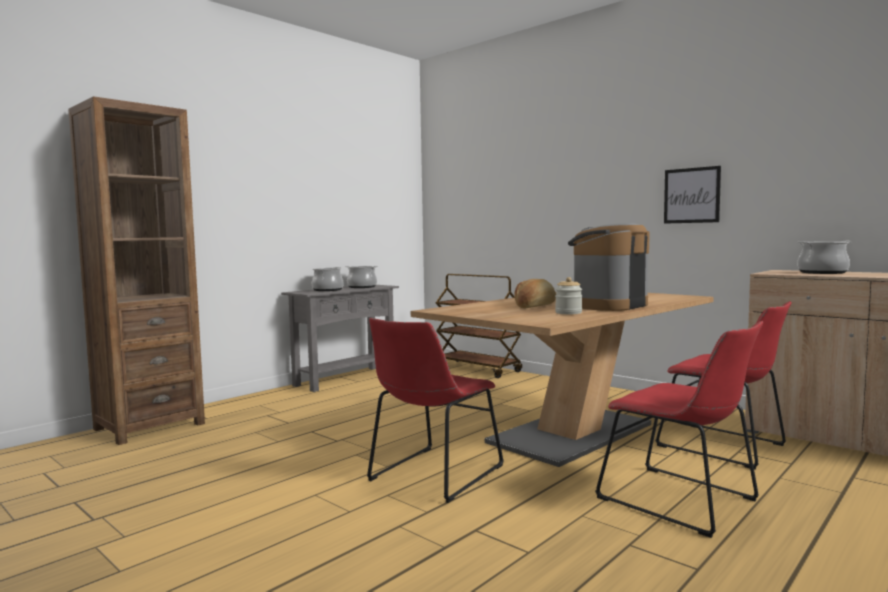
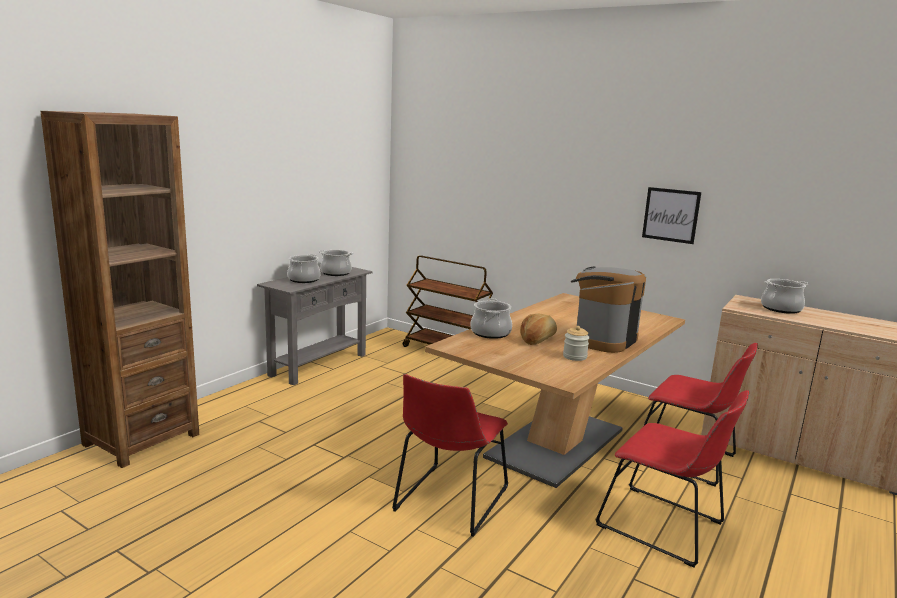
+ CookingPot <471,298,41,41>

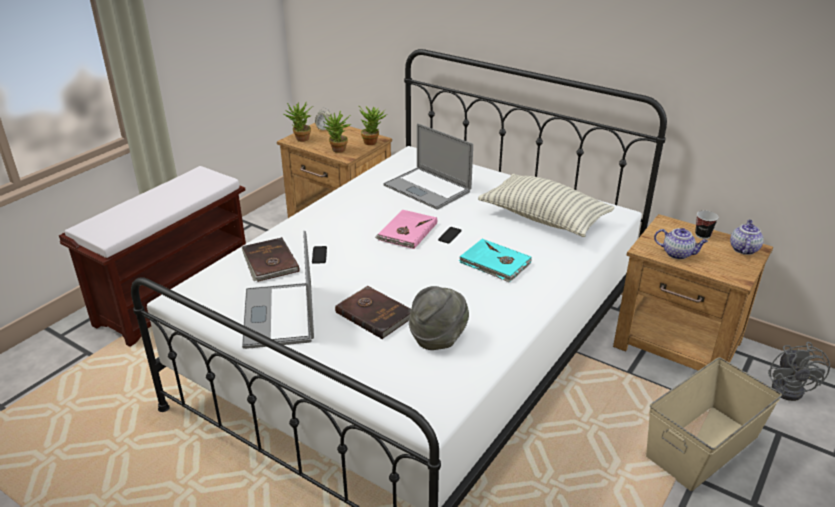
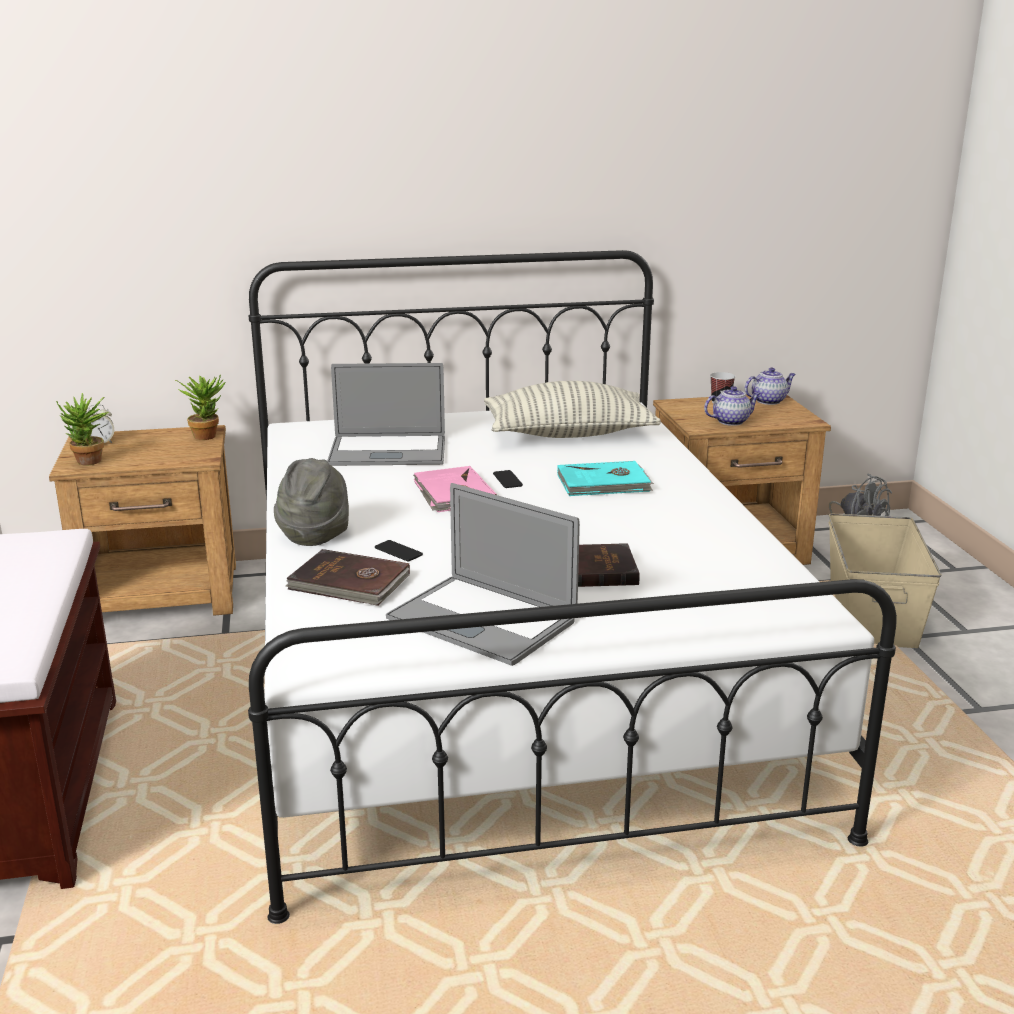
- PottedPlant <323,110,28,43>
~ Teapot <730,219,34,36> = <745,367,51,38> 90 degrees clockwise
~ GreyHat <409,286,60,64> to <274,458,75,88>

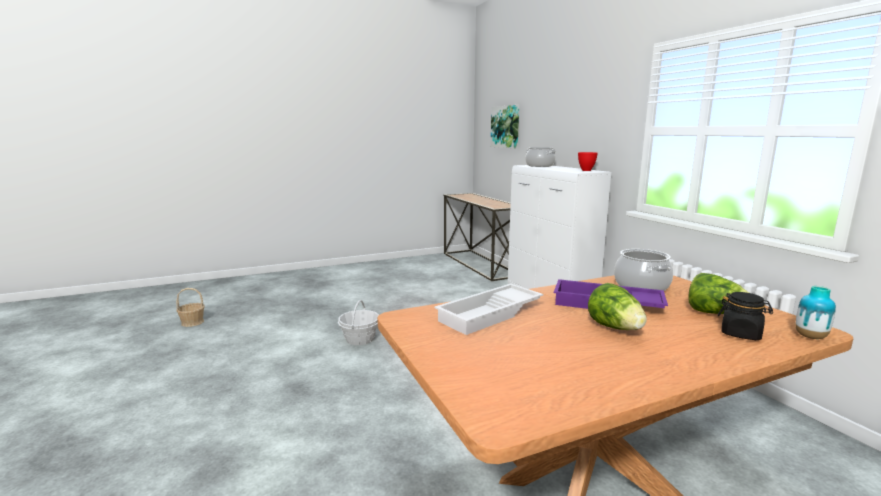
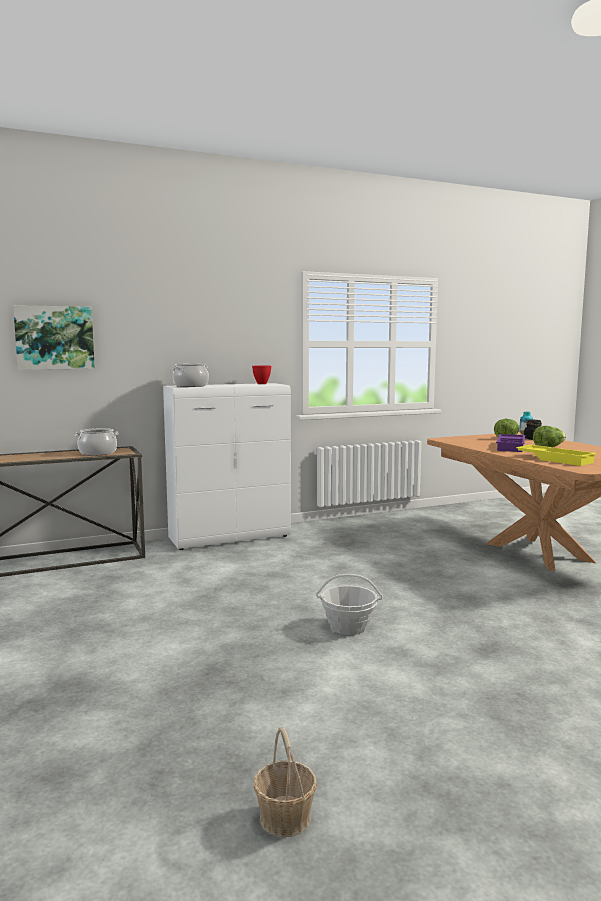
~ CookingPot <614,249,59,42> to <75,428,44,28>
~ WhiteTray <435,283,108,52> to YellowTray <516,445,81,21>

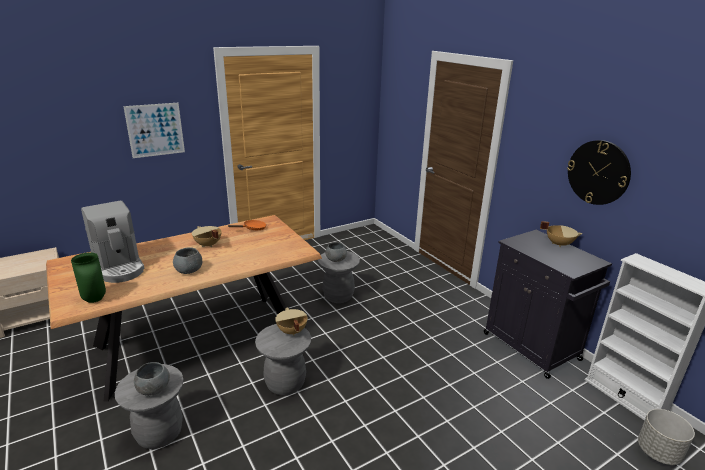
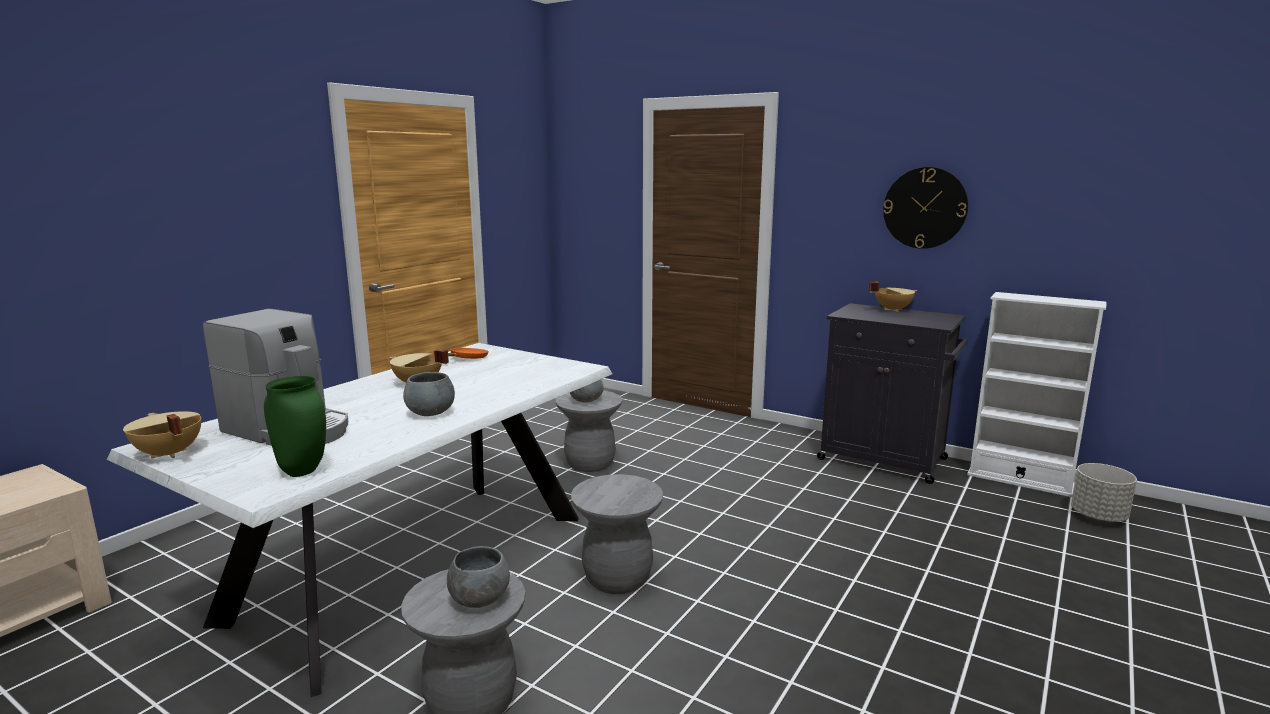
- Picture <123,103,62,55>
~ BrownDiningTable <46,215,276,187> to WhiteDiningTable <107,343,505,354>
~ BeigeCookingPot <275,307,33,29> to <123,411,78,48>

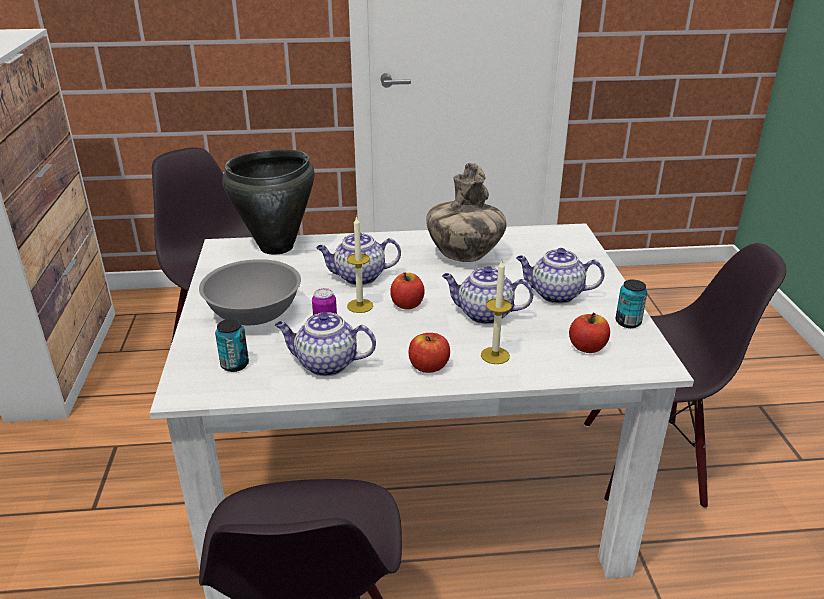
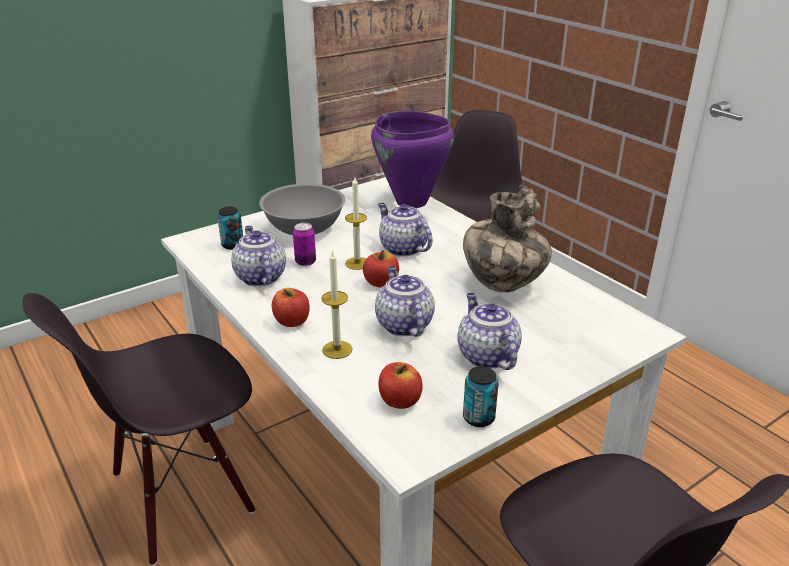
~ BlackCookingPot <222,150,93,105> to PurpleCookingPot <371,111,83,97>

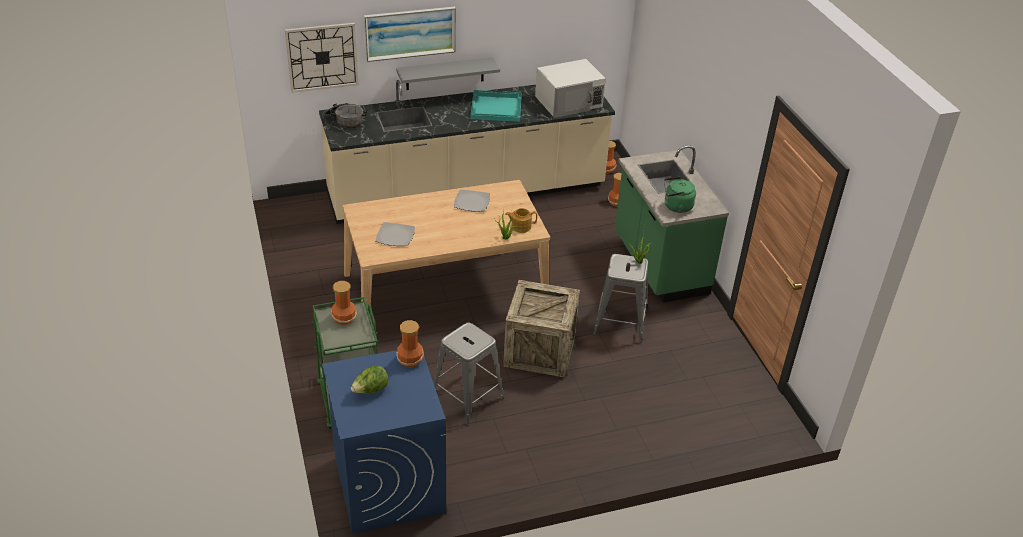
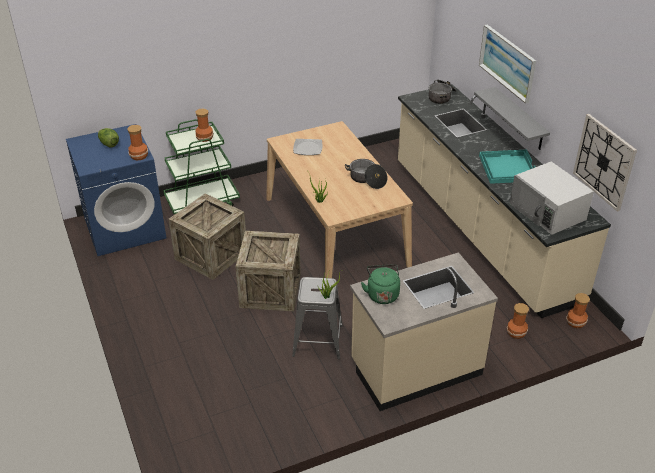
~ WallClock <285,23,74,70> to <573,114,64,98>
~ GreenCounter <615,145,114,158> to BeigeCounter <350,252,148,159>
~ Plate <454,189,36,22> to CookingPot <345,159,43,30>
- Teapot <505,208,32,25>
~ GreyStool <434,322,71,103> to Crate <168,193,78,87>

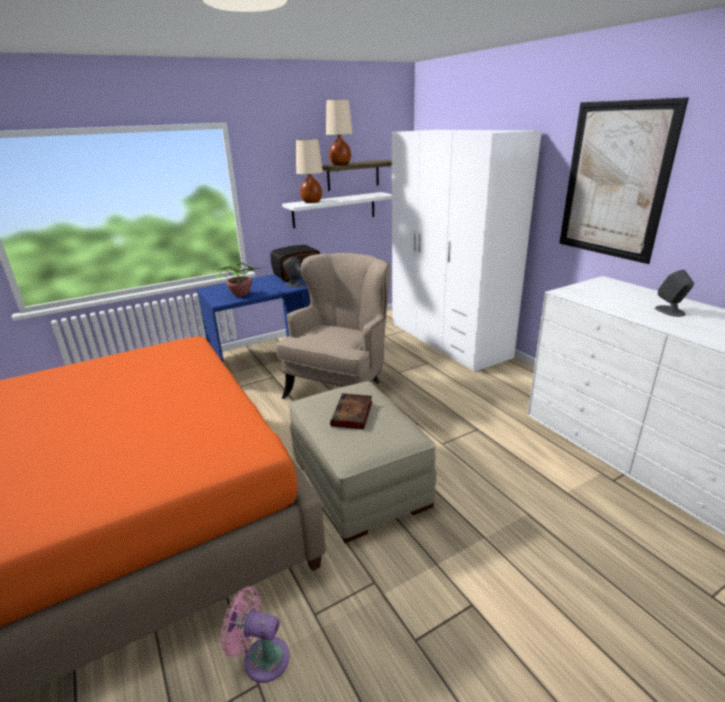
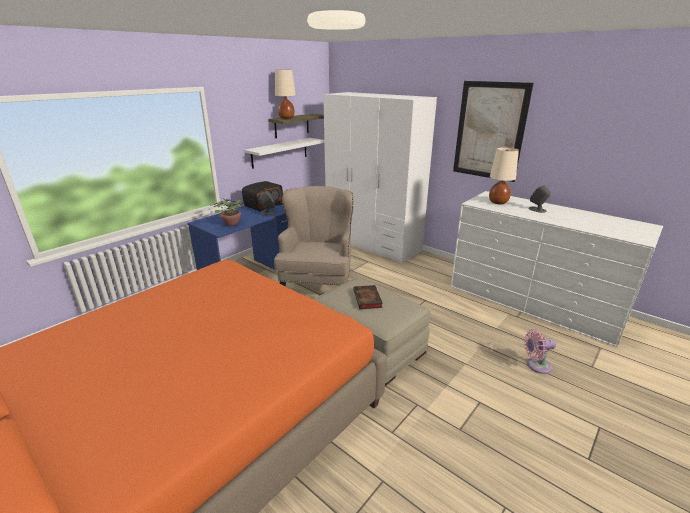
~ BeigeTableLamp <296,139,27,64> to <489,147,30,57>
~ PinkFan <220,587,69,96> to <524,329,32,45>

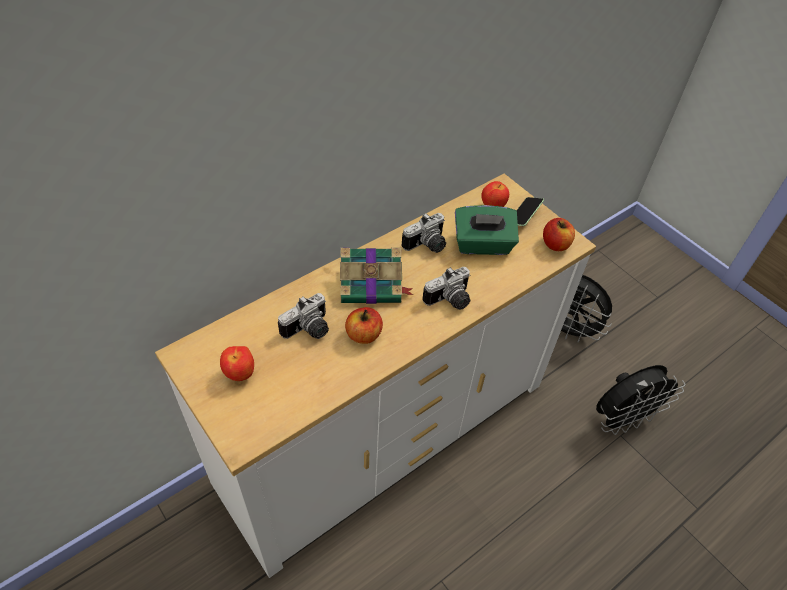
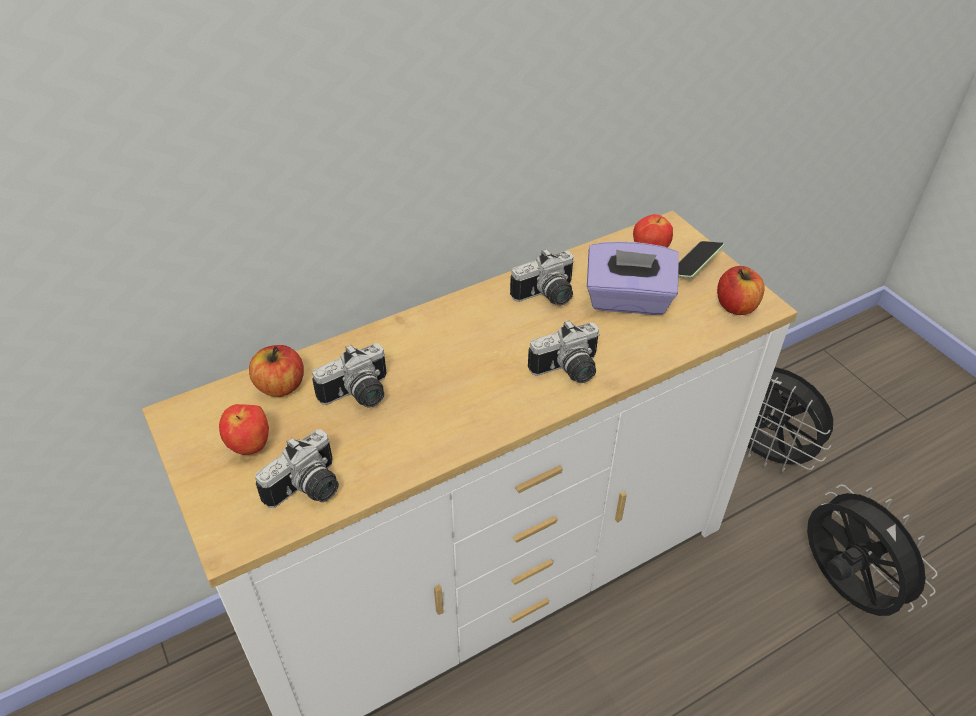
~ GreenTissueBox <455,205,64,50> to PurpleTissueBox <587,242,92,73>
- Book <340,248,73,56>
~ Apple <345,307,38,37> to <249,345,55,52>
~ BlackFan <596,365,89,70> = <807,484,131,132> 105 degrees counterclockwise
+ PhotoCamera <255,430,84,78>

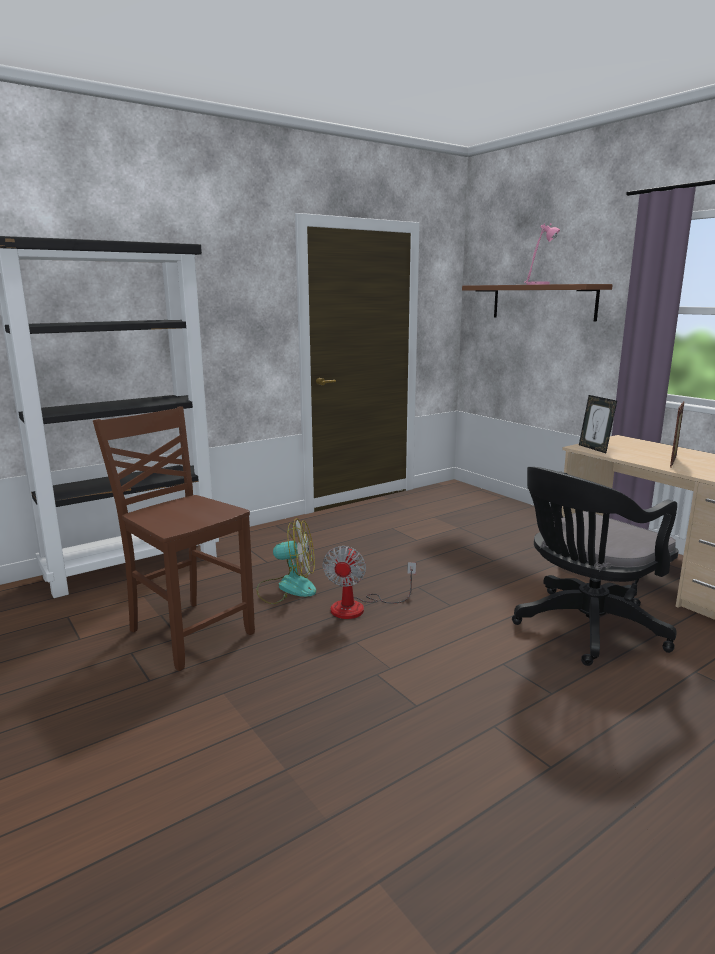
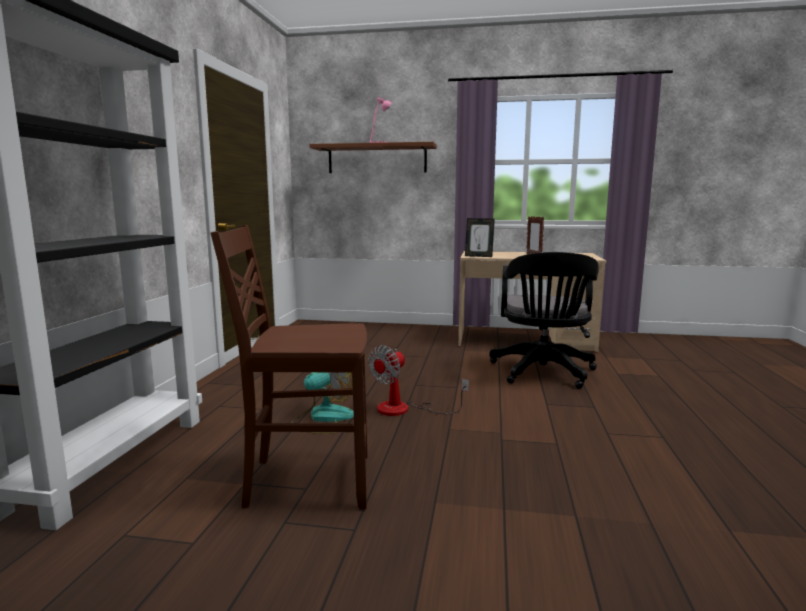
~ Fan <323,546,93,73> = <368,345,101,71> 75 degrees clockwise

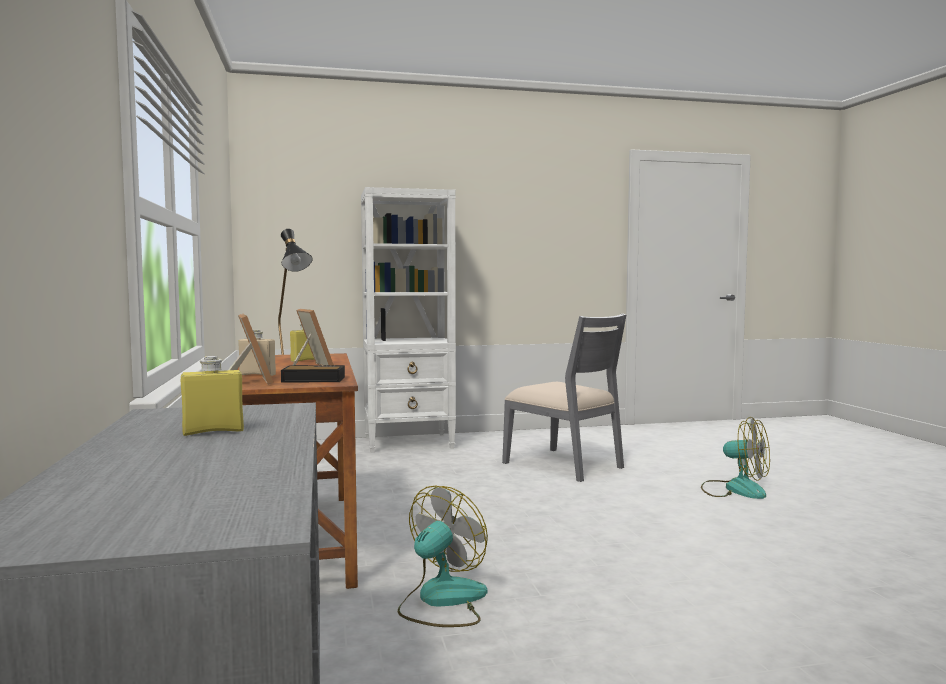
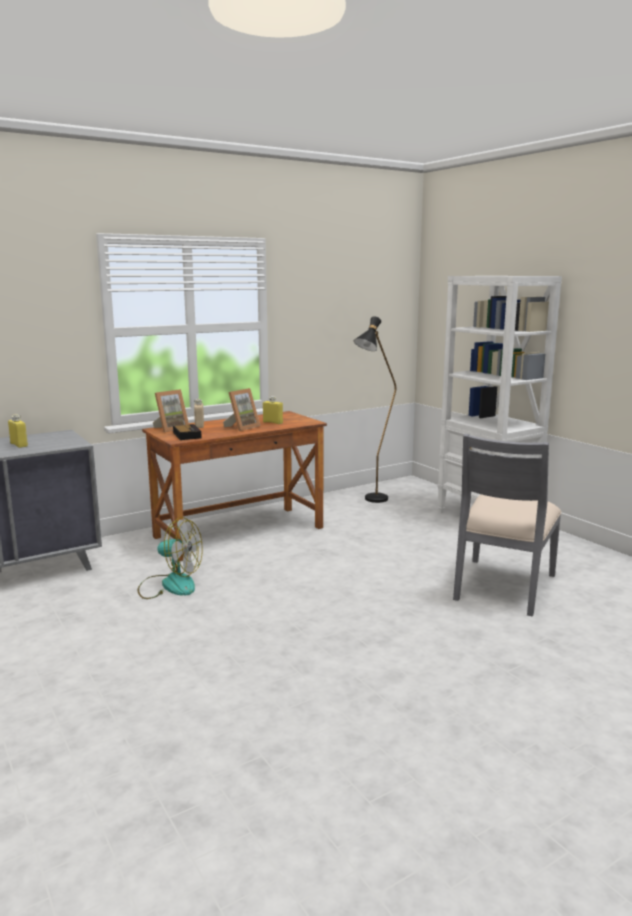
- Fan <701,417,69,82>

